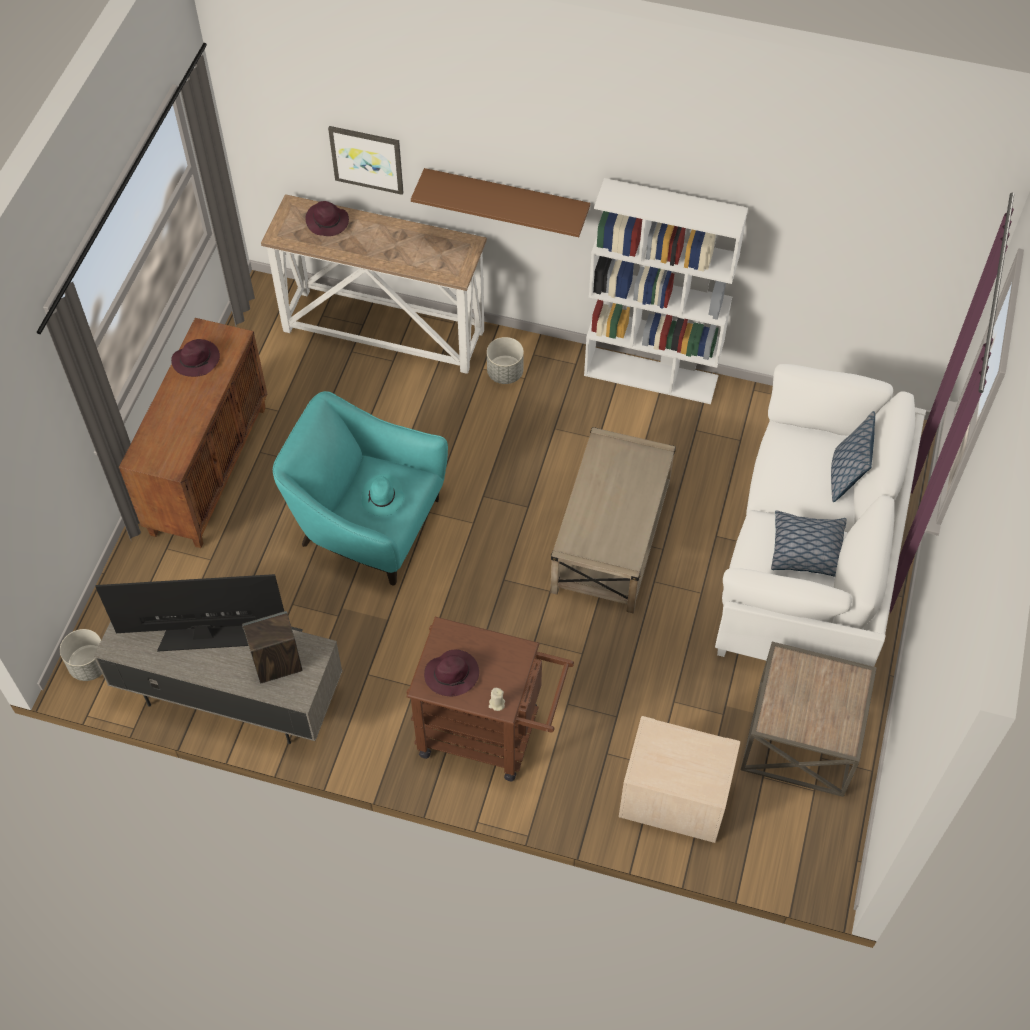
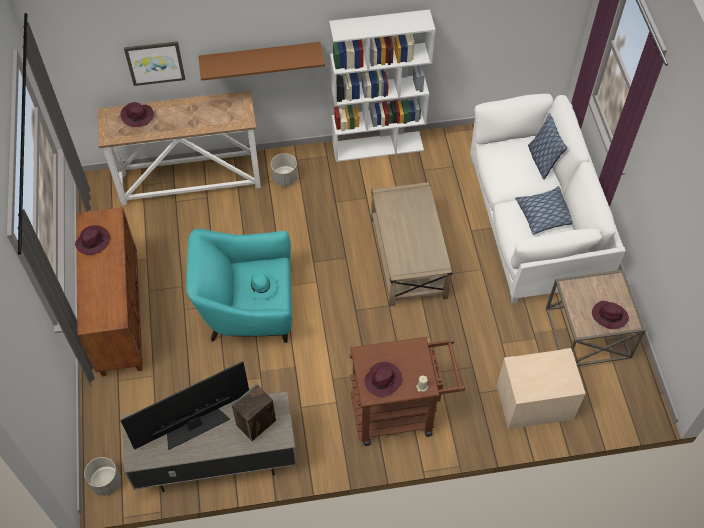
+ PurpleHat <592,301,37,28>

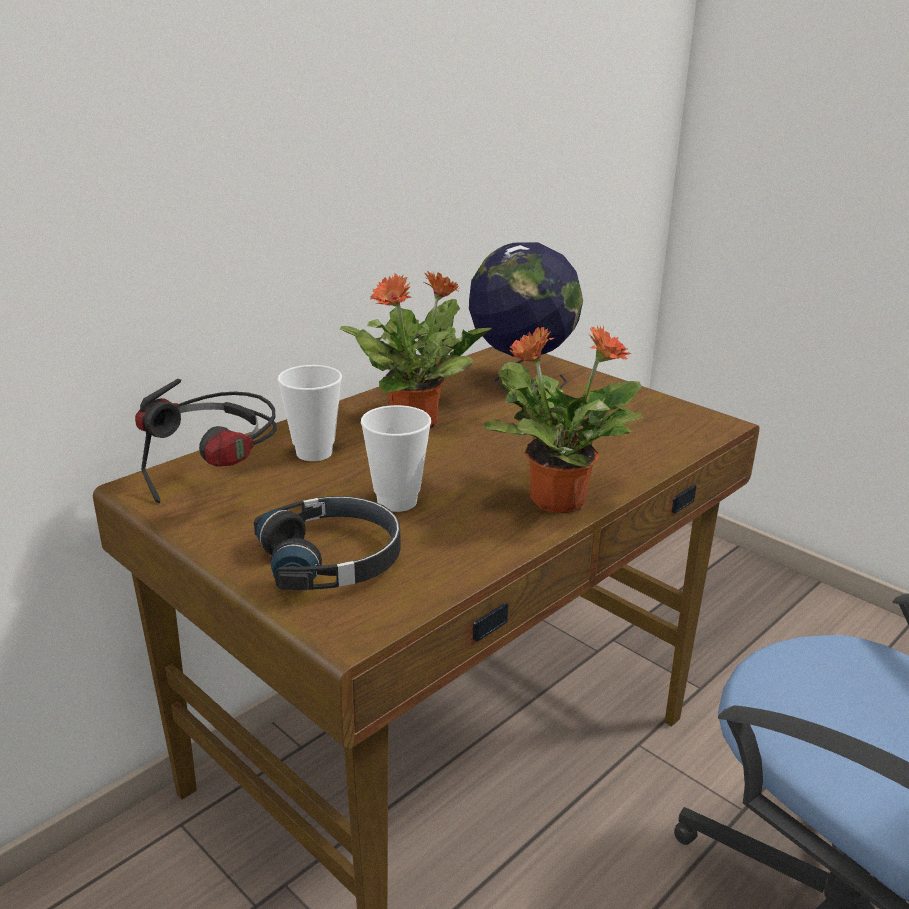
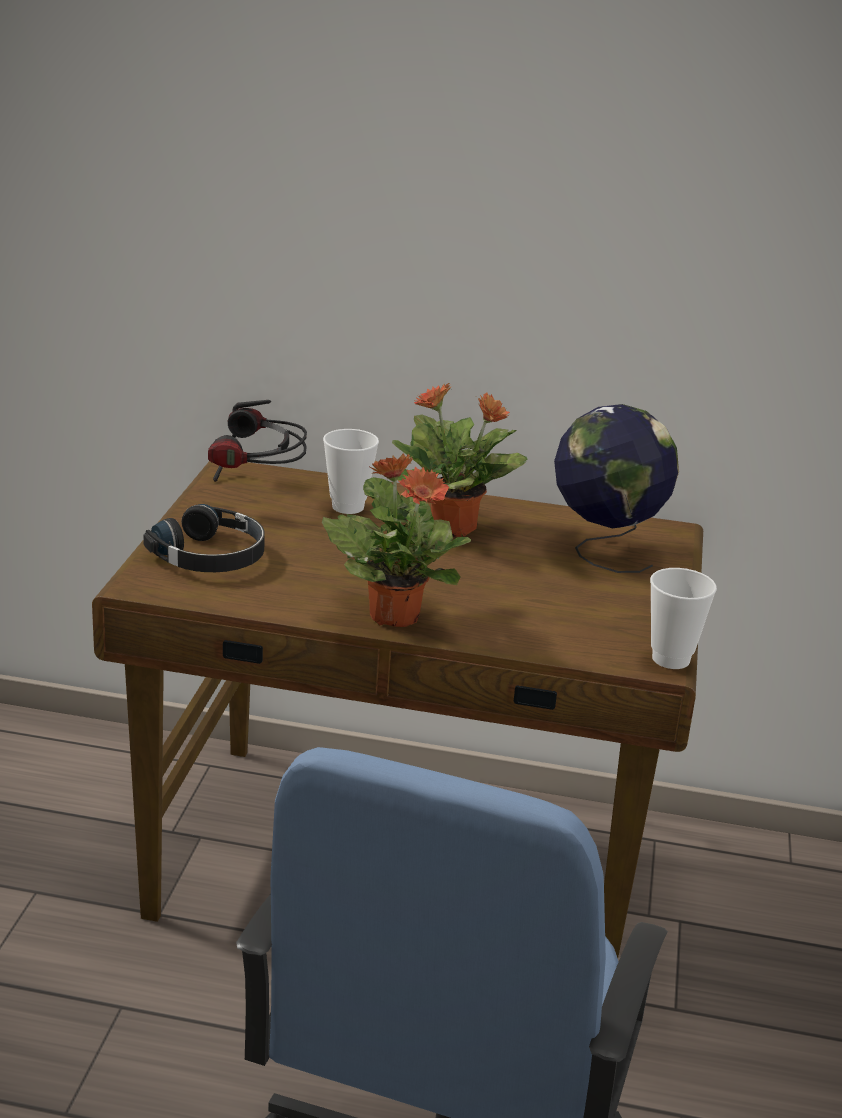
~ Cup <361,405,70,107> to <650,568,67,101>

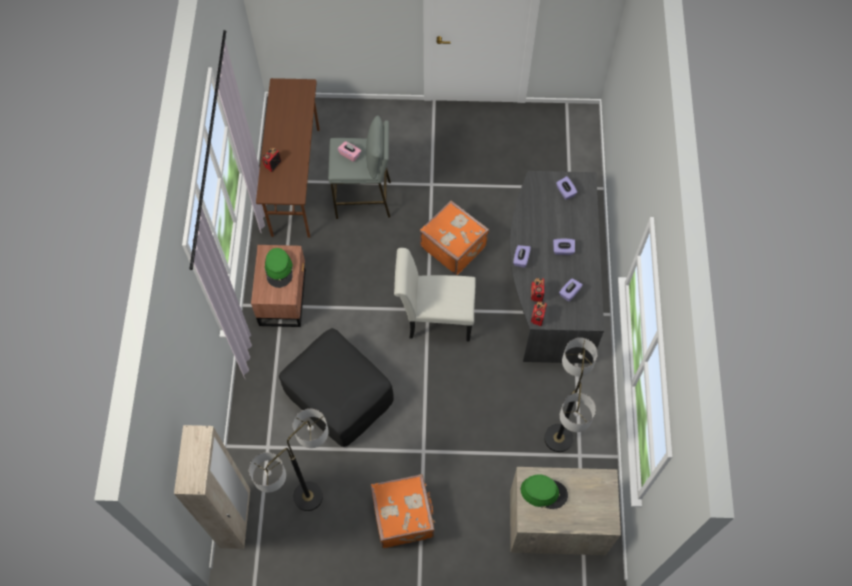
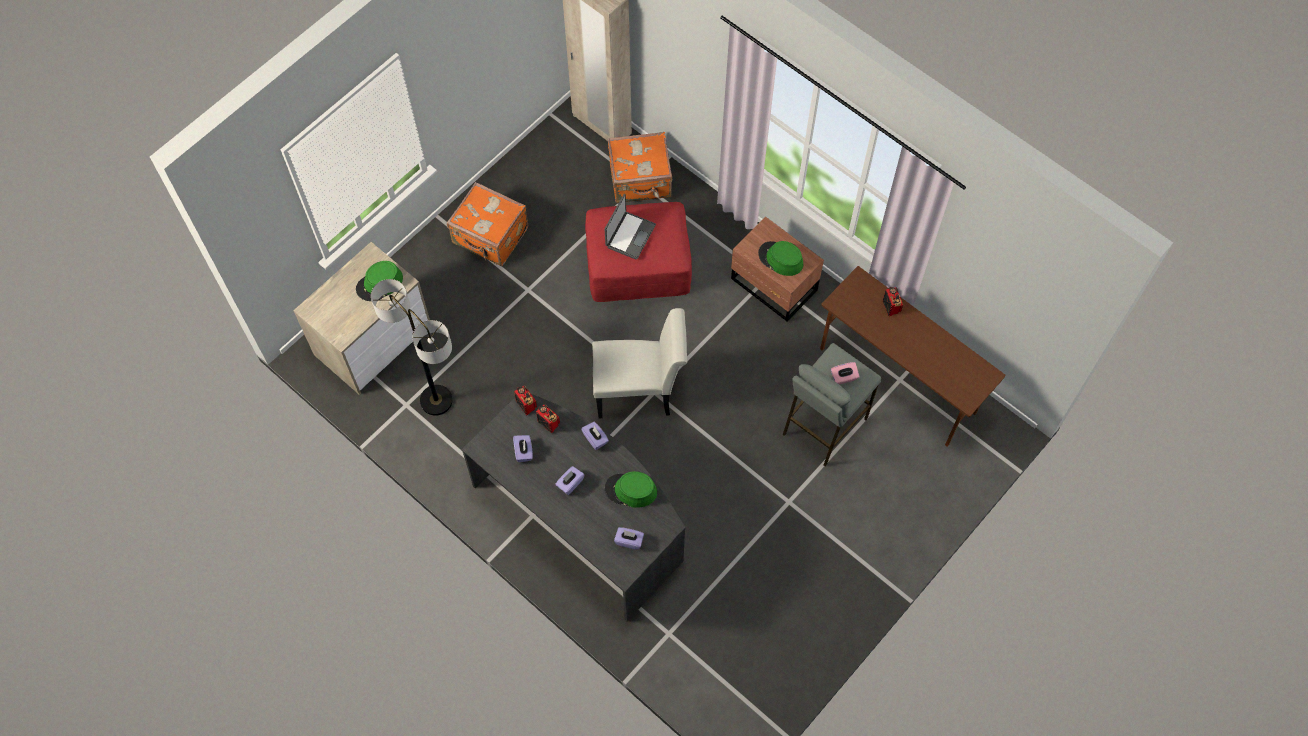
~ OrangeSuitcase <420,200,69,75> to <608,132,64,71>
~ WhiteChair <394,248,82,93> = <592,308,95,110> 45 degrees clockwise
~ BlackOttoman <279,328,115,119> to RedOttoman <585,202,107,100>
- FloorLamp <249,409,80,102>
+ Laptop <605,194,51,66>
+ GreenHat <604,471,53,37>

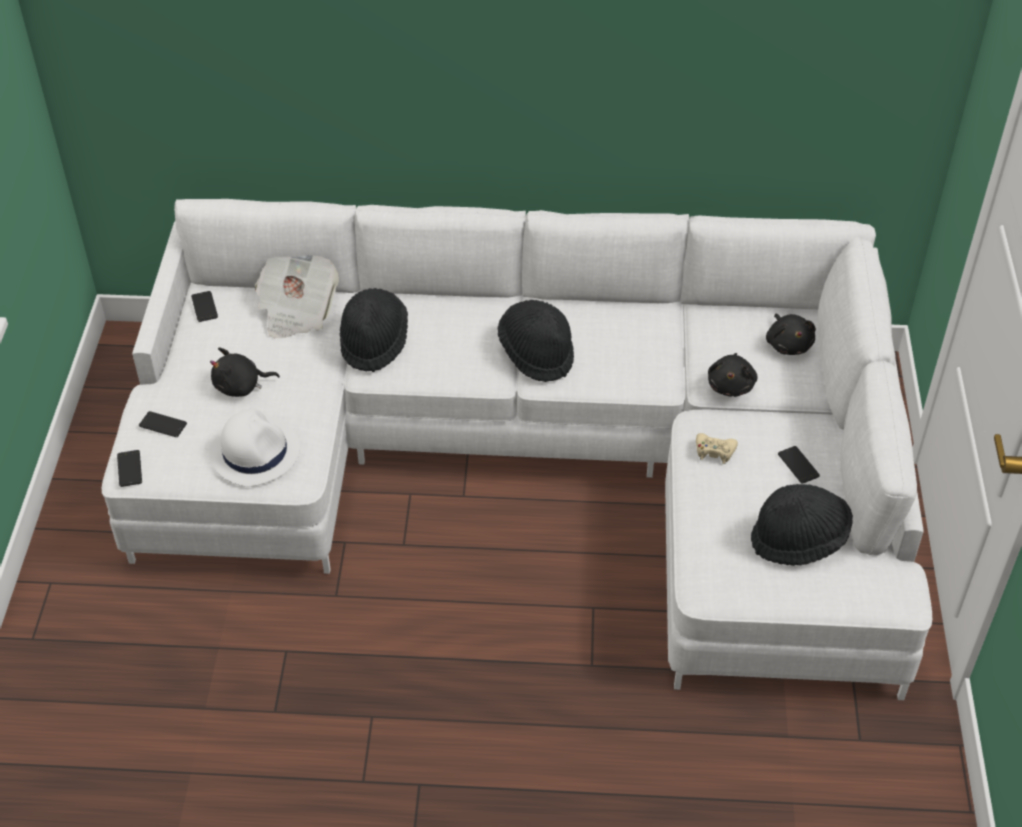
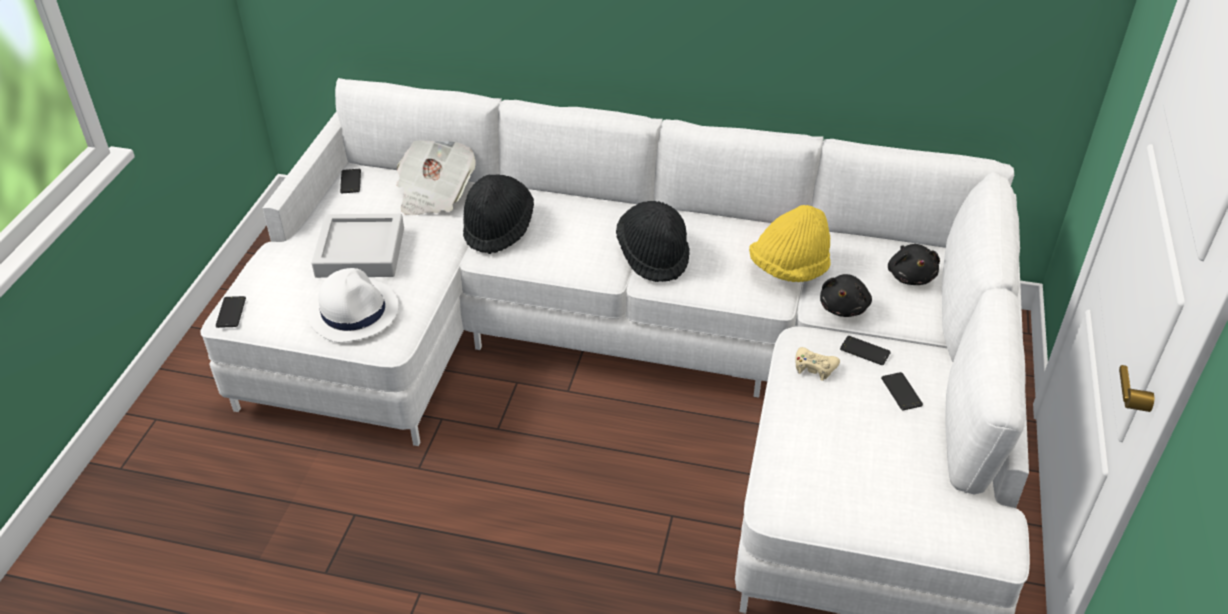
~ BlackPlushToy <210,348,70,49> to GreyTray <312,214,92,64>
~ Phone <139,411,48,26> to <840,336,51,29>
- BlackHat <751,484,102,82>
+ YellowHat <749,205,82,77>

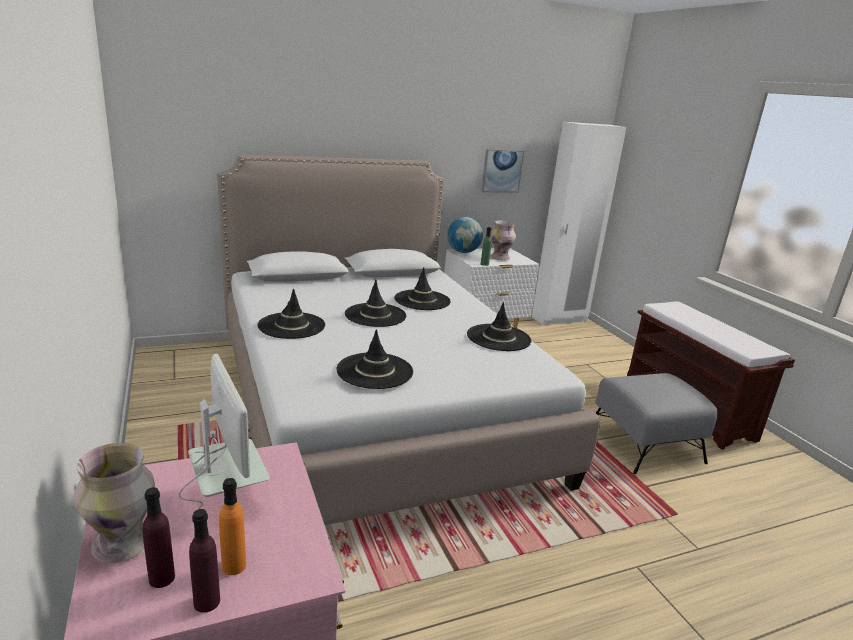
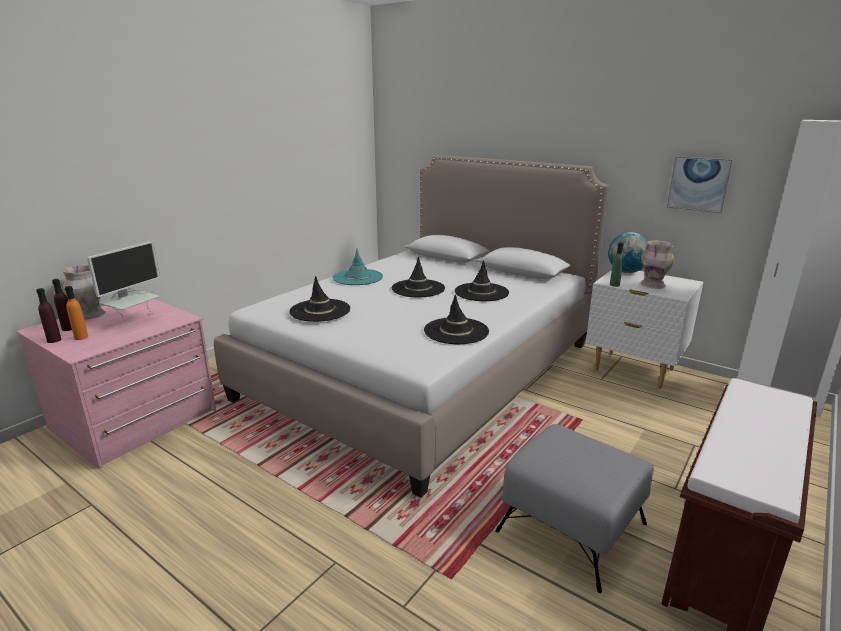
~ BlackHat <258,288,67,51> to TurquoiseHat <333,249,50,36>

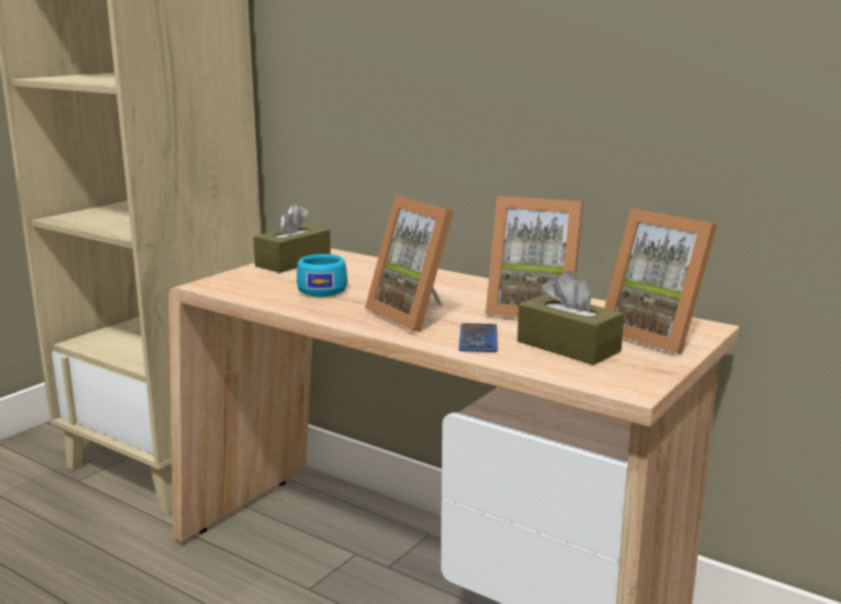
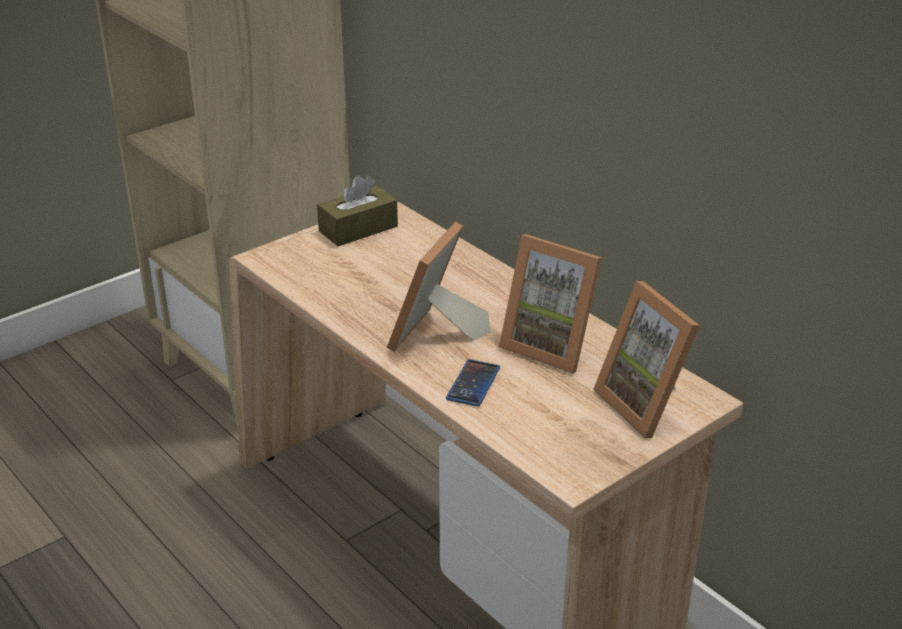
~ PictureFrame <365,195,89,137> = <387,222,104,130> 45 degrees clockwise
- TurquoiseCup <297,254,51,43>
- BrownTissueBox <517,271,107,94>

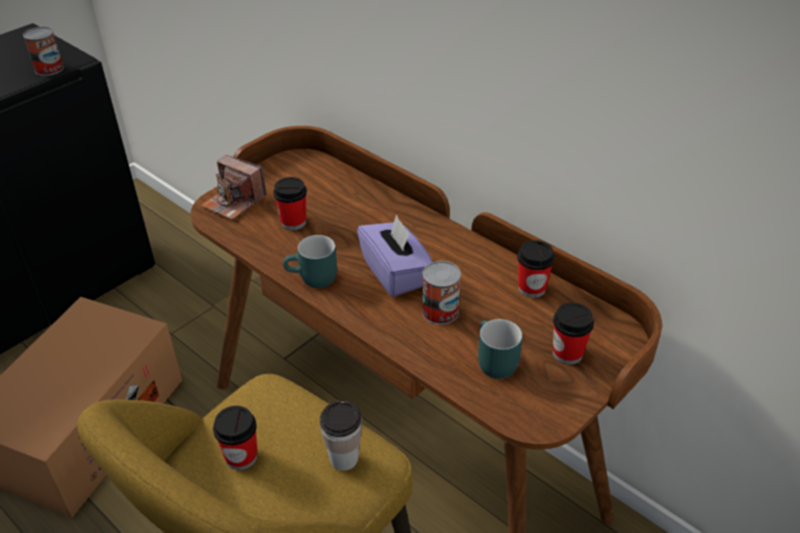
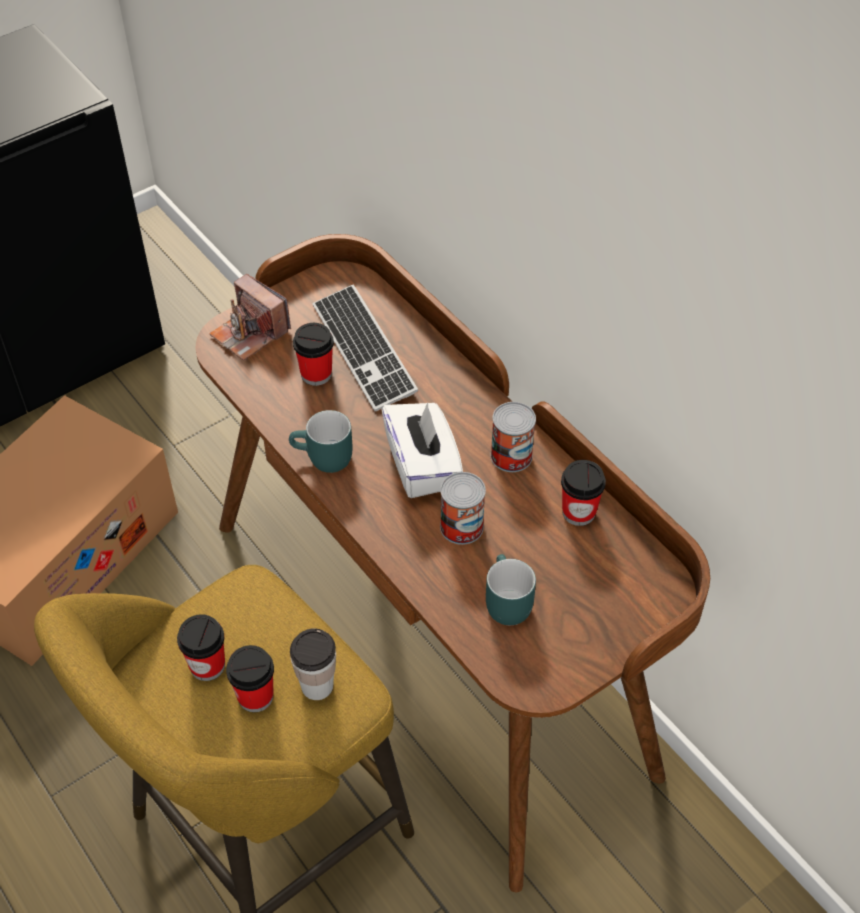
~ Can <23,27,41,49> to <491,402,45,70>
~ PurpleTissueBox <357,214,76,83> to WhiteTissueBox <382,403,81,95>
~ Cup <553,303,41,62> to <226,645,48,67>
+ Keyboard <312,285,106,126>

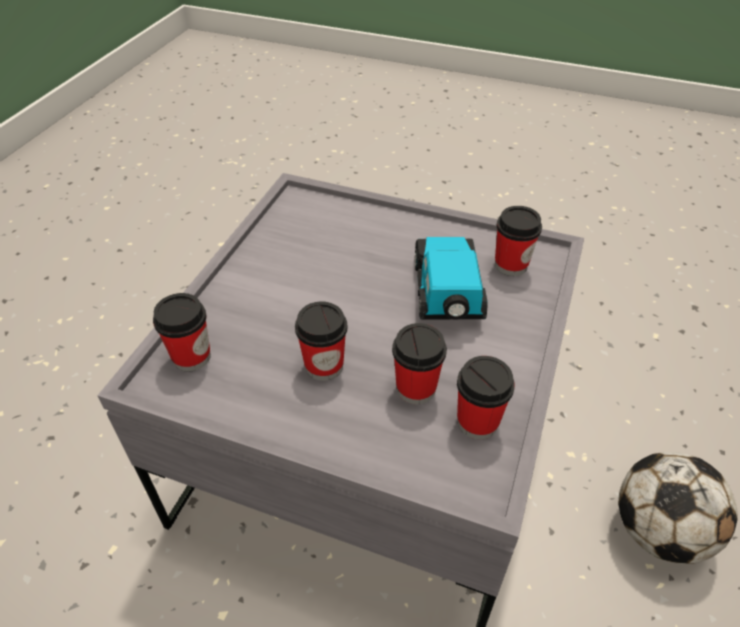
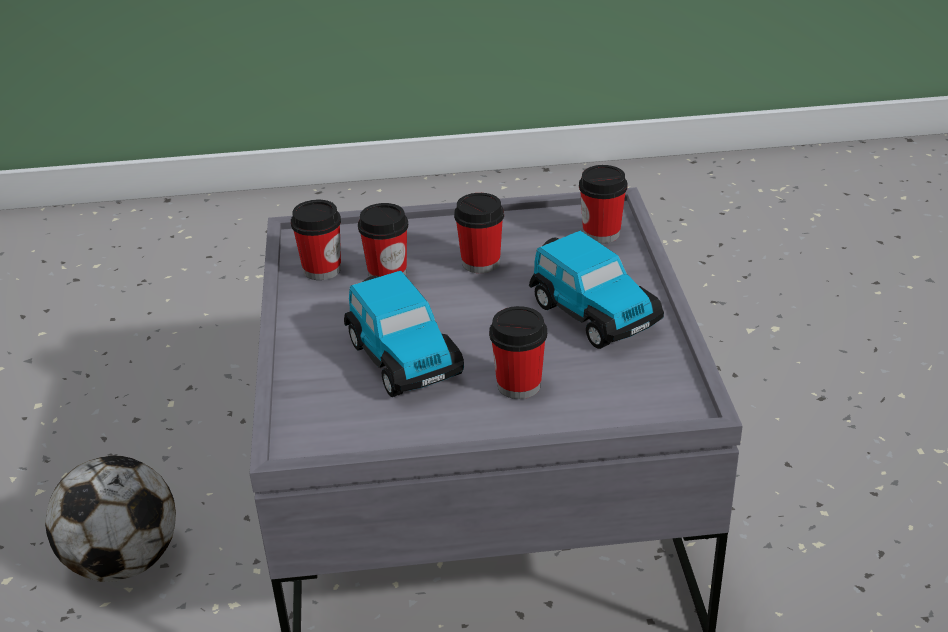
~ Cup <495,206,47,70> to <489,306,58,93>
+ ToyCar <529,231,135,118>

